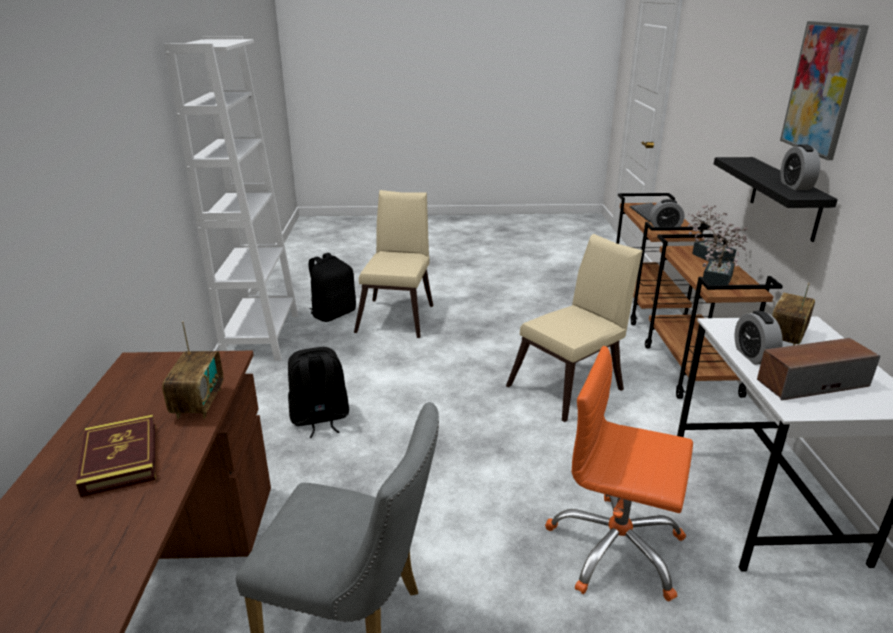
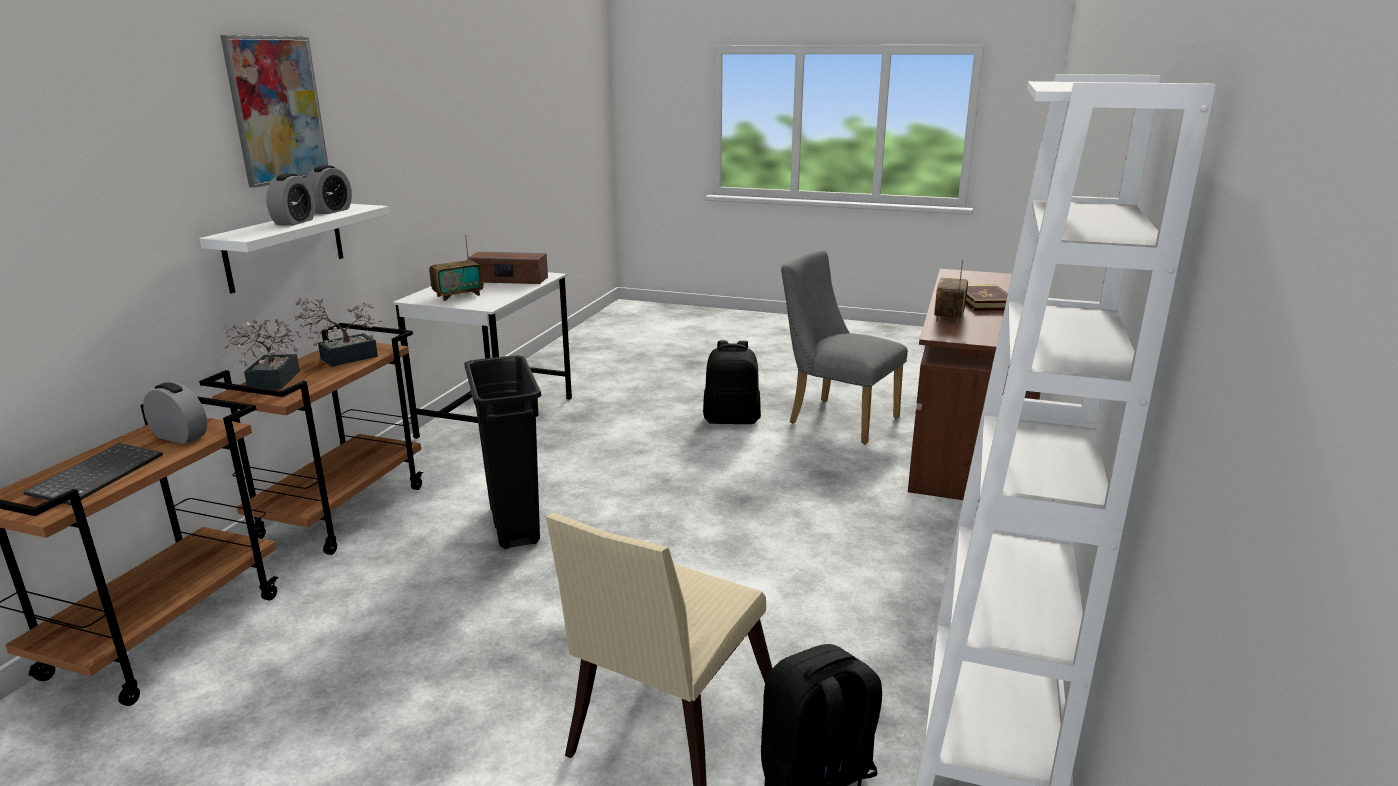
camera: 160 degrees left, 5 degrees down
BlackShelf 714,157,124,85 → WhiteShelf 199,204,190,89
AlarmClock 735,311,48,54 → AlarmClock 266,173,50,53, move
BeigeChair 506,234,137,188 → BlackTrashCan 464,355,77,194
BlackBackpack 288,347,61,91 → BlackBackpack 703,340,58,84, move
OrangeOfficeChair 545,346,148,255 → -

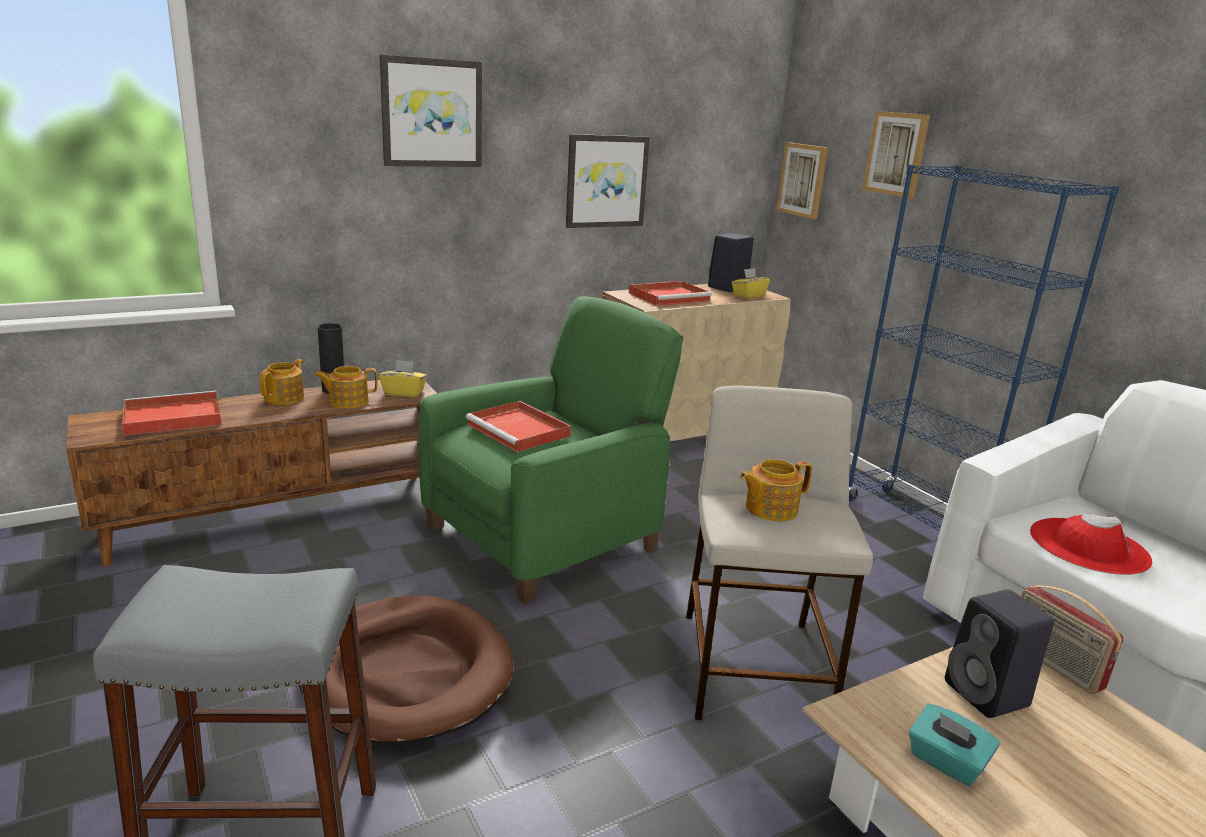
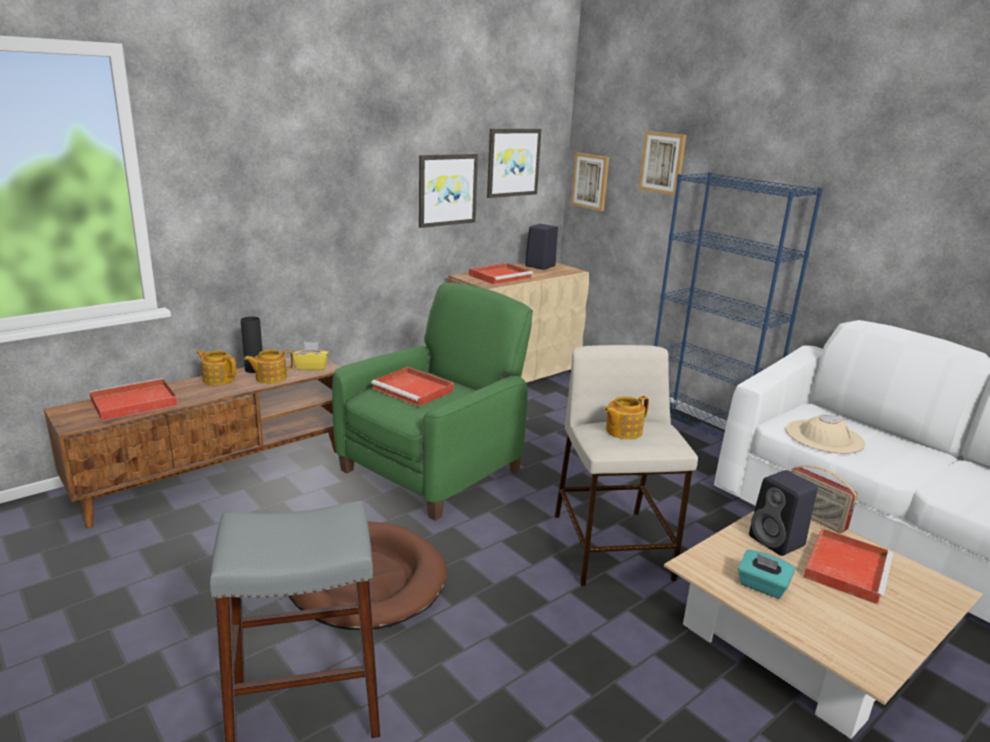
camera: 10 degrees left, 0 degrees up
Teapot 259,359,45,46 → Teapot 197,350,39,35, 75 degrees counterclockwise
Picture 380,55,102,112 → Picture 487,129,54,69, move
RedHat 1030,514,122,61 → BeigeHat 786,415,79,39
- → RedTray 803,528,90,77
YellowTissueBox 732,268,38,31 → -

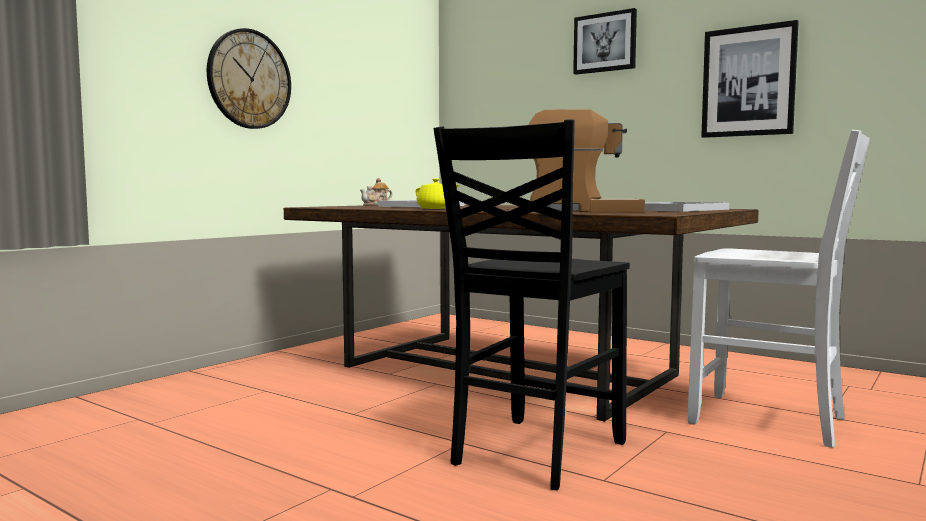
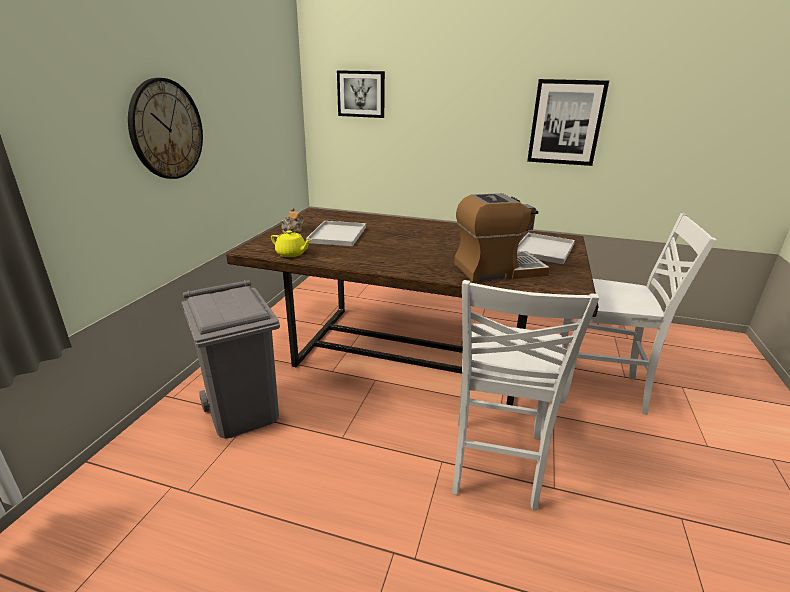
camera: 20 degrees left, 20 degrees up
- → GreyTrashCan 181,280,99,159
YellowTeapot 416,178,43,31 → YellowTeapot 271,230,40,27, move
Picture 573,8,64,67 → Picture 337,70,48,48, move
BlackChair 434,119,196,371 → WhiteChair 452,280,147,230

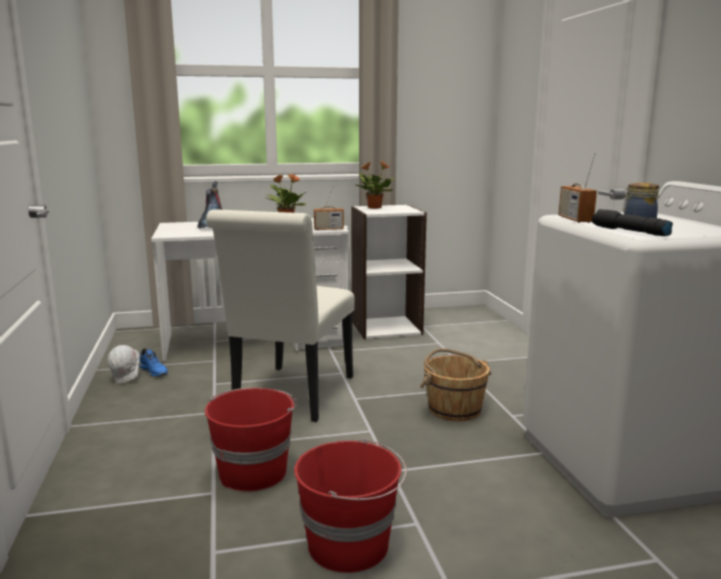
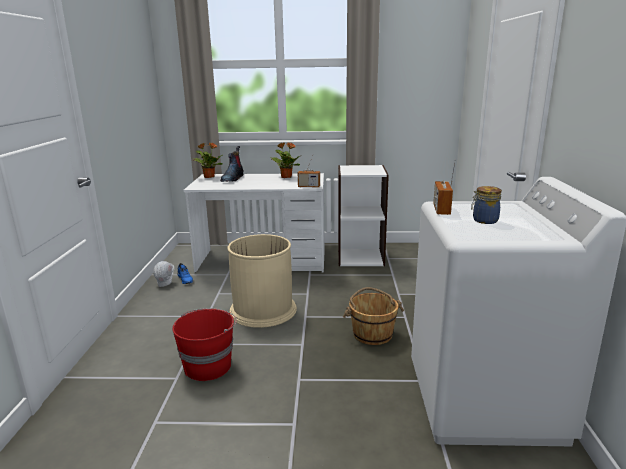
camera: 15 degrees right, 5 degrees up
PottedPlant 356,161,39,48 → PottedPlant 193,142,30,36, move
WhiteChair 206,209,149,213 → BeigeTrashCan 227,234,70,94
RedBucket 294,438,112,135 → -
BlackFlashlight 592,209,81,27 → -

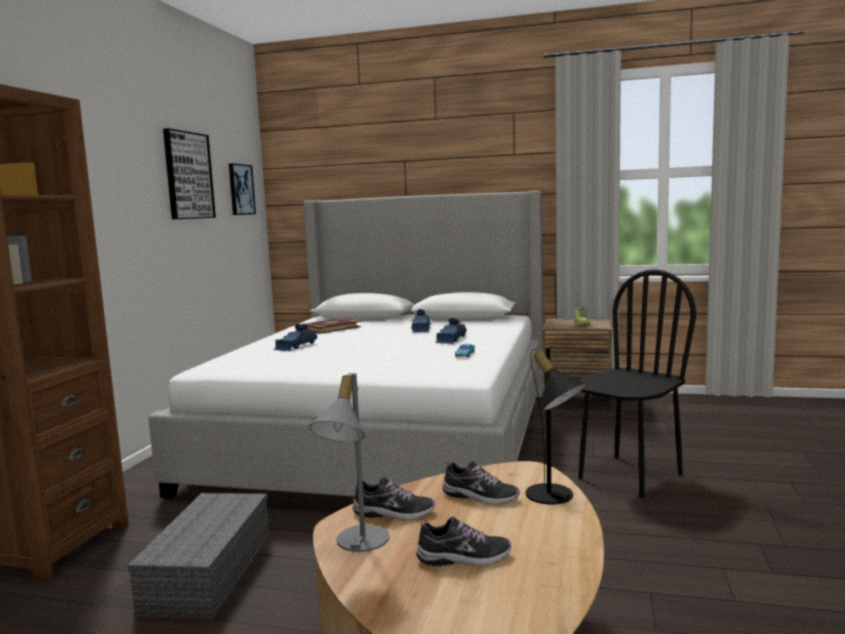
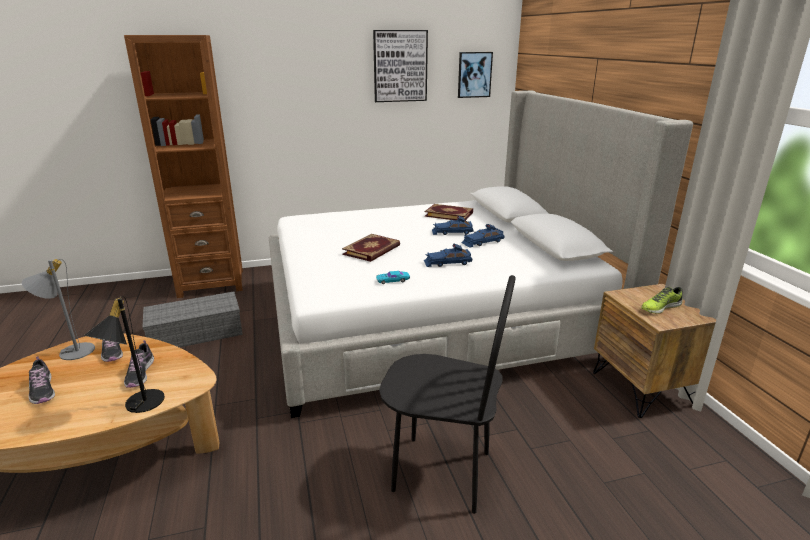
camera: 60 degrees right, 15 degrees up
- → Book 342,234,58,28
BlueToyCar 274,324,43,27 → BlueToyCar 432,216,42,19, move

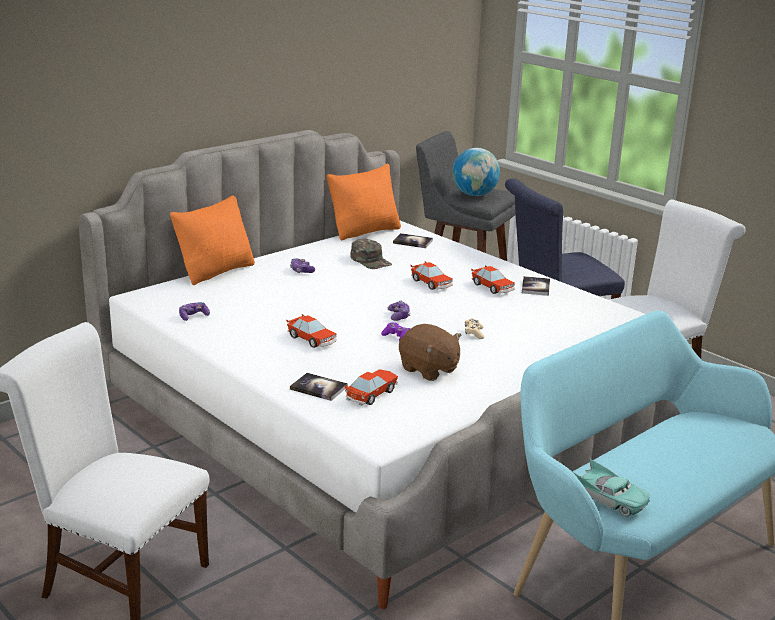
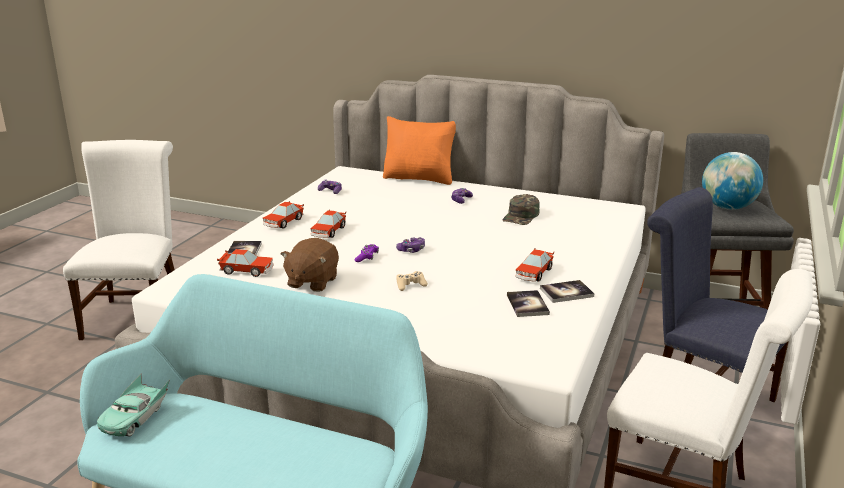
camera: 65 degrees right, 0 degrees up
ToyCar 411,262,42,28 → ToyCar 263,201,41,27, move
Book 393,233,40,15 → Book 507,290,43,27, move
OrangePillow 327,163,74,78 → -

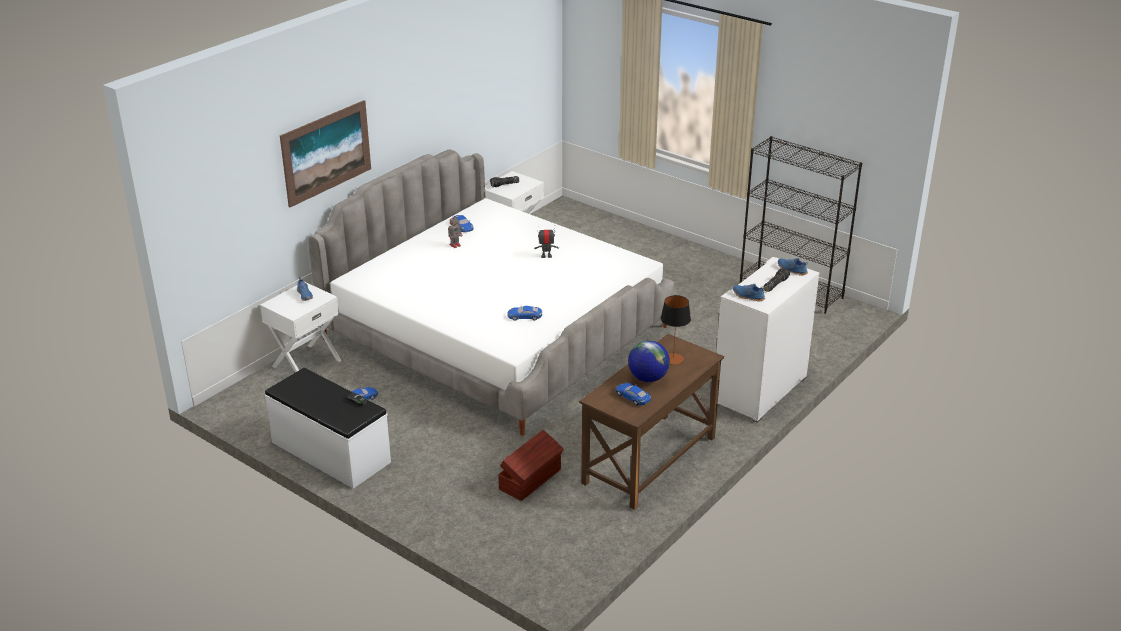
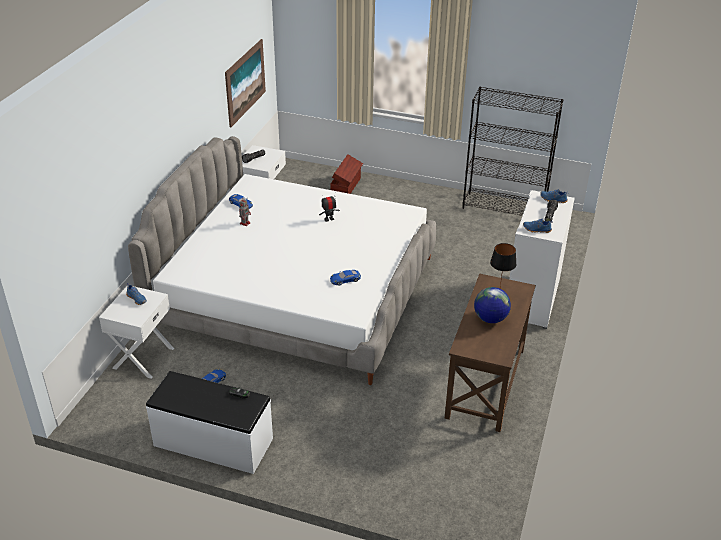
camera: 20 degrees left, 5 degrees up
Picture 280,100,91,107 → Picture 225,39,41,88, move
BrownStorageBox 498,430,66,71 → BrownStorageBox 330,154,33,40, move
BlueToyCar 615,383,36,23 → -

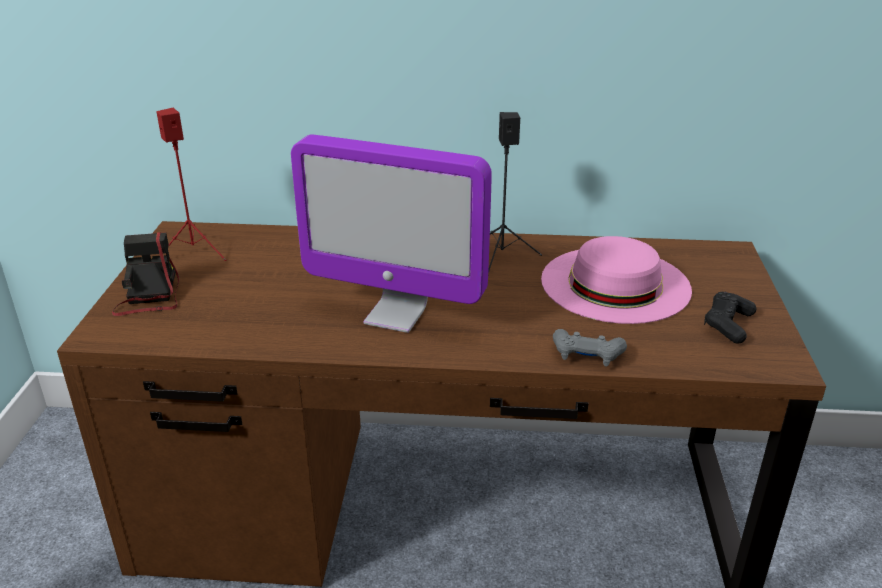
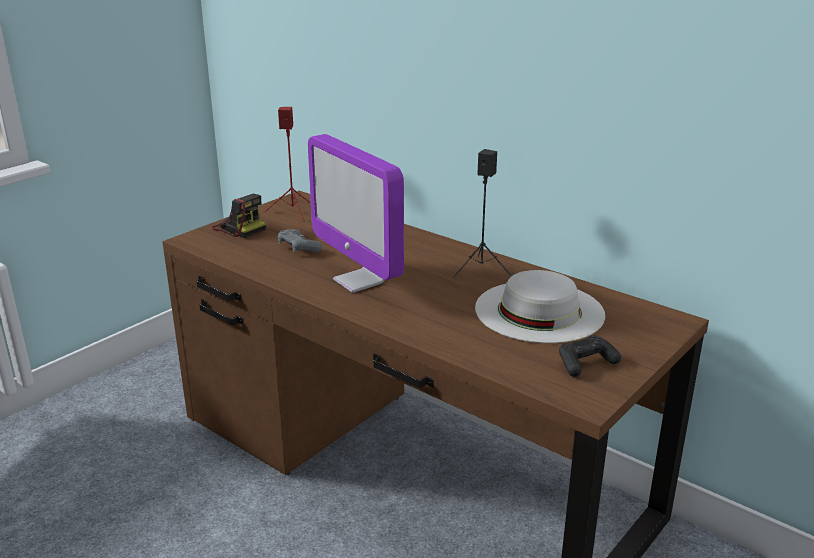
camera: 35 degrees right, 5 degrees down
PhotoCamera 112,232,67,84 → PhotoCamera 212,194,54,44, 105 degrees clockwise
GreyGameController 553,329,74,37 → GreyGameController 278,229,44,24, move
PinkHat 541,236,151,88 → WhiteHat 475,270,130,73

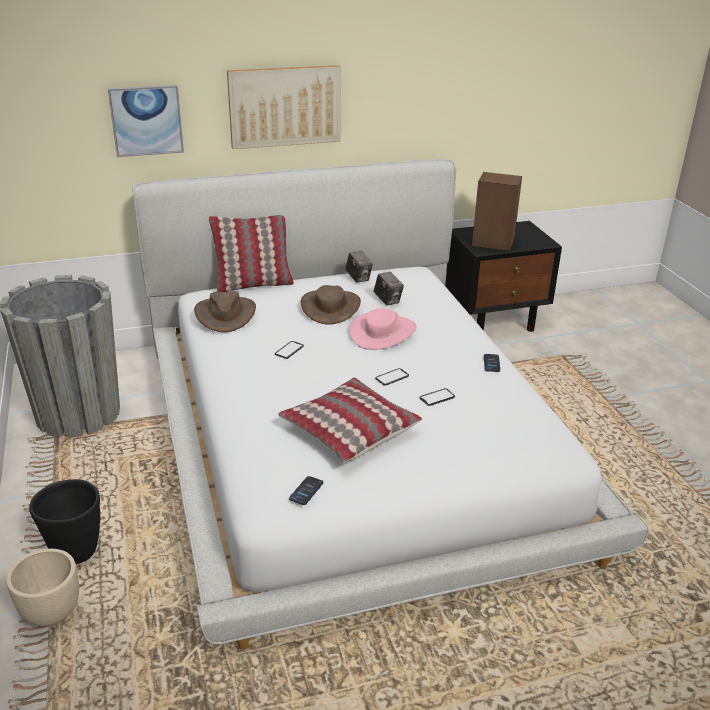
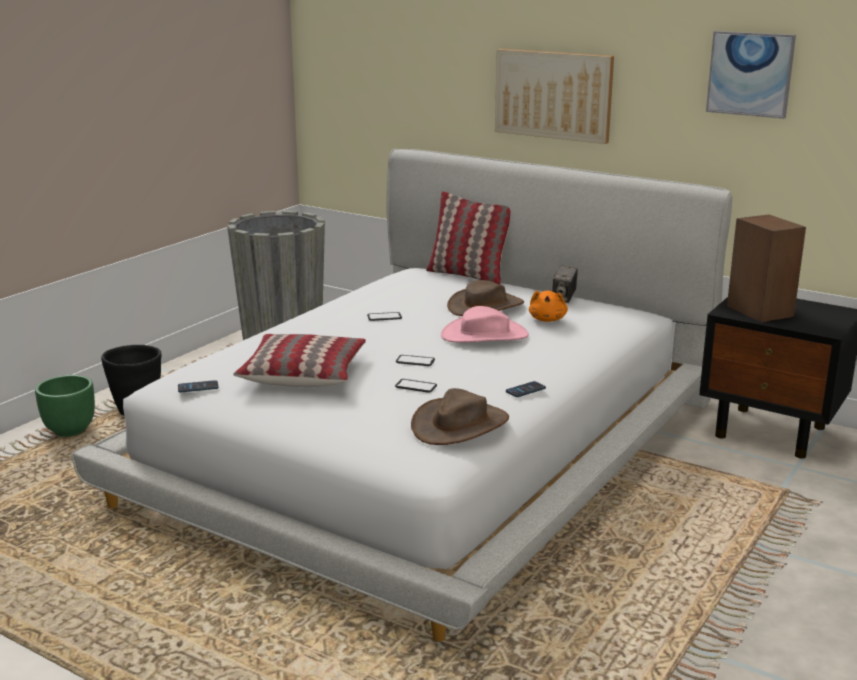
camera: 50 degrees right, 10 degrees down
BeigePlanter 6,549,73,78 → GreenPlanter 35,375,60,62
BrownHat 194,291,62,42 → BrownHat 411,388,98,57, move
PhotoCamera 374,272,30,33 → OrangePlushToy 529,291,39,31
Picture 108,85,76,72 → Picture 706,31,90,88, move

